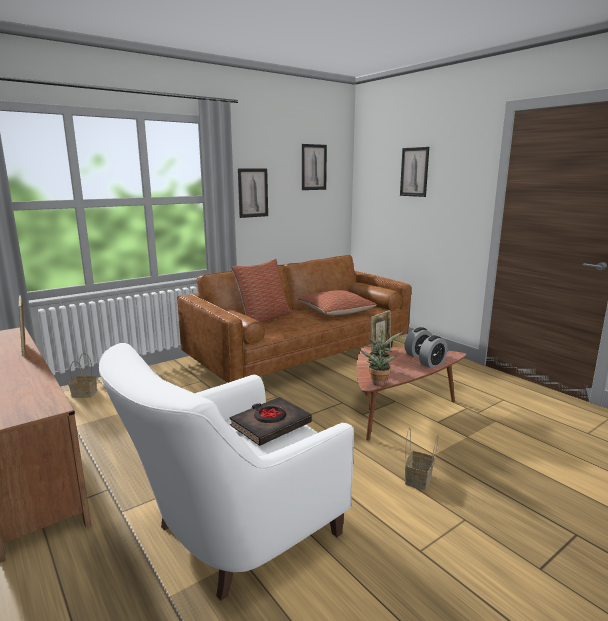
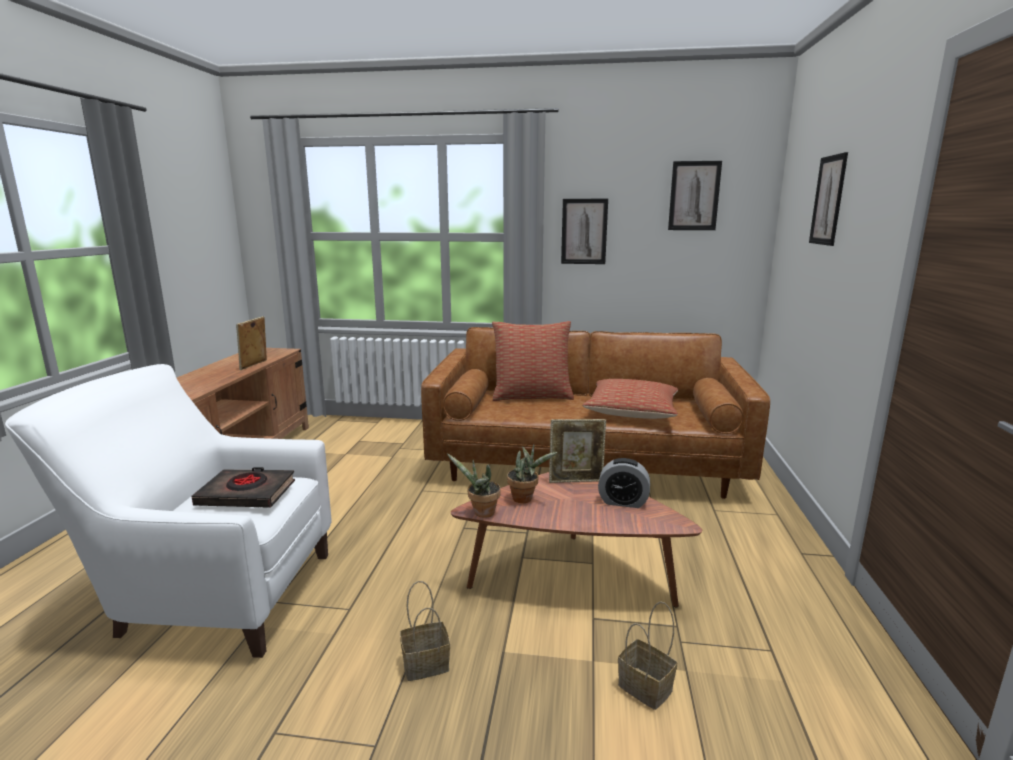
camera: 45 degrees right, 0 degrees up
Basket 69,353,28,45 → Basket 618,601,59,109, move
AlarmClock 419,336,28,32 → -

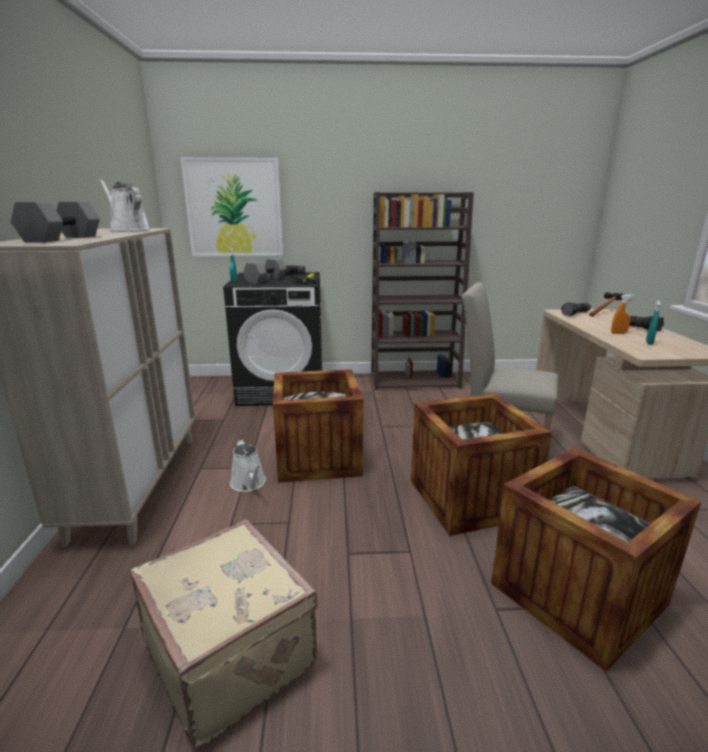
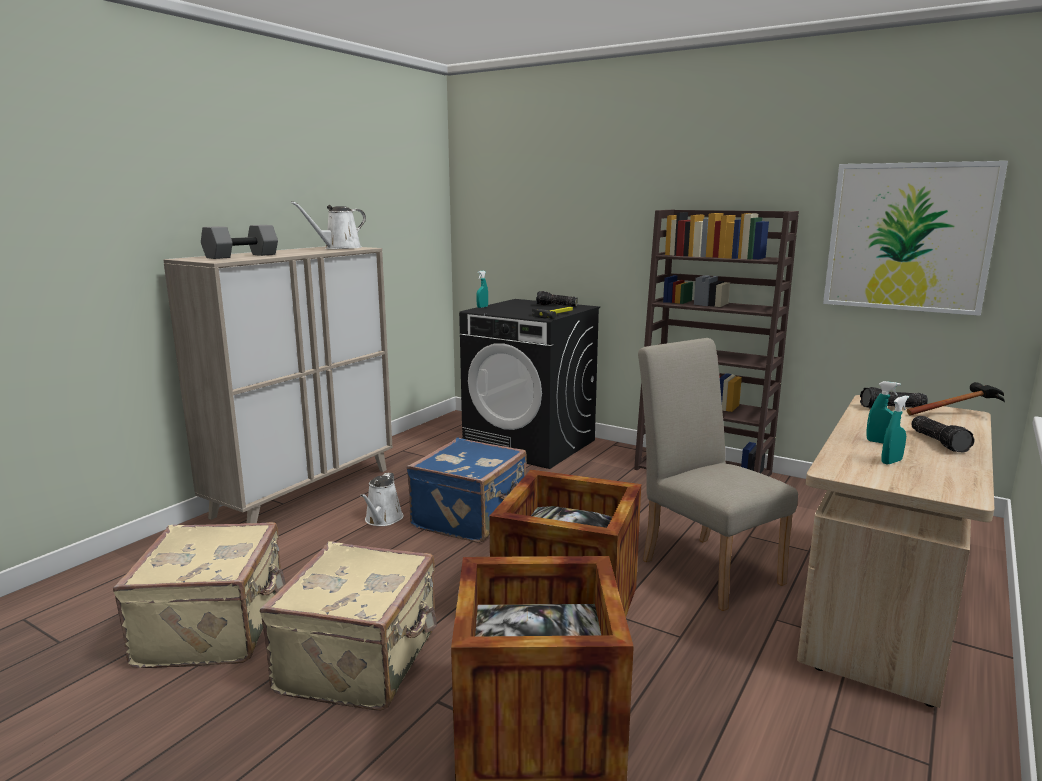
camera: 35 degrees right, 5 degrees down
- → BeigeSuitcase 260,541,177,170
WhiteWateringCan 99,179,51,51 → WhiteWateringCan 291,201,75,48, 120 degrees counterclockwise
Crate 273,369,90,114 → BlueSuitcase 407,438,120,105
Picture 180,157,103,99 → Picture 823,161,185,155, move
OrangeSprayBottle 611,294,23,40 → TurquoiseSprayBottle 867,381,34,62
GreyDumbbell 243,258,43,26 → -

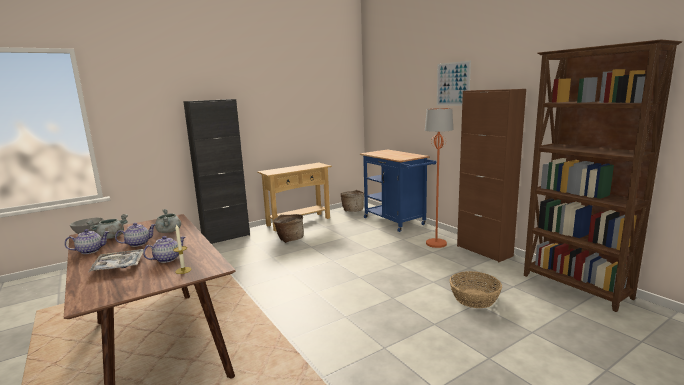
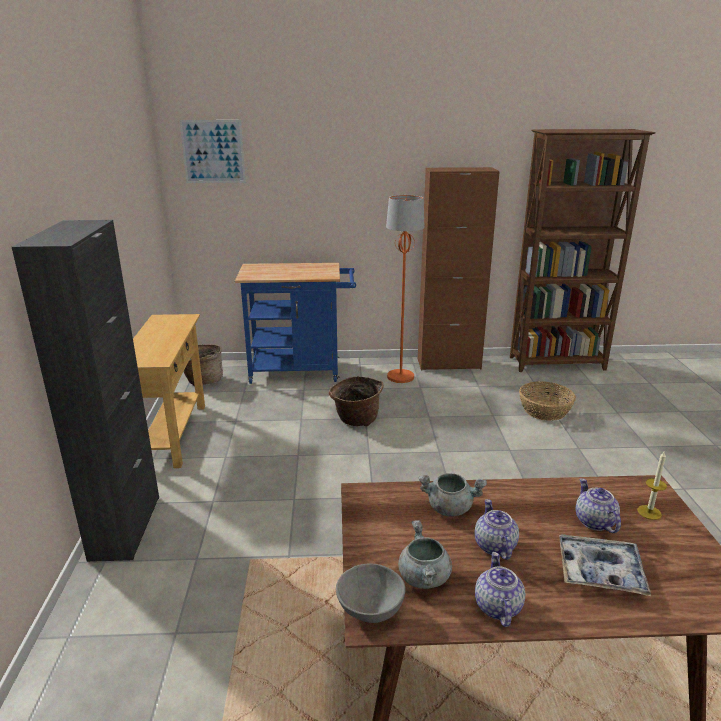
camera: 60 degrees left, 10 degrees up
Picture 437,60,34,46 → Picture 179,120,67,63, move
Basket 273,214,31,29 → Basket 329,376,55,50, move

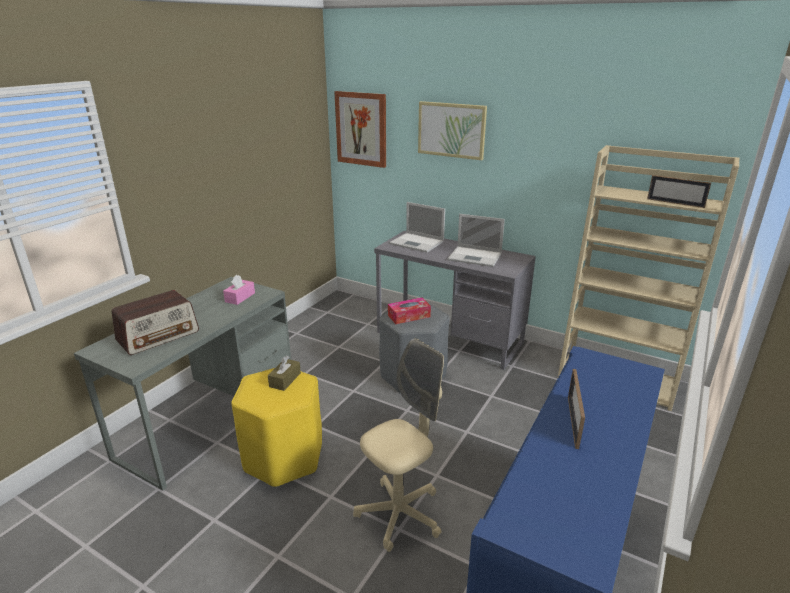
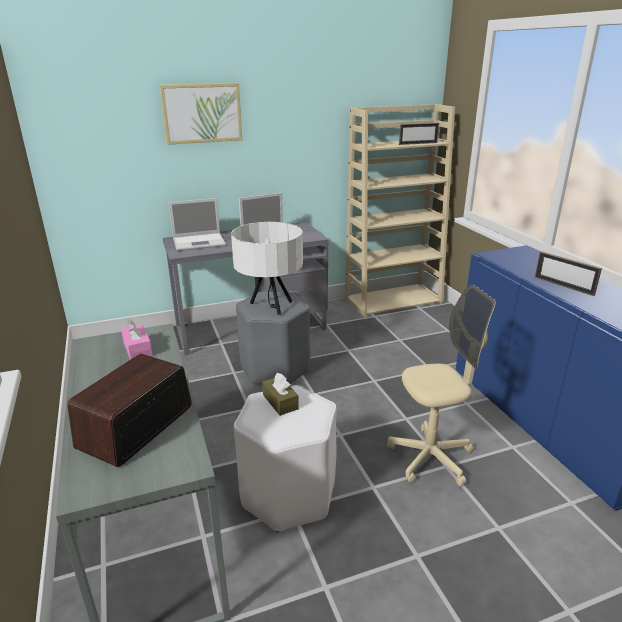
camera: 50 degrees left, 0 degrees up
Radio 112,290,87,65 → Radio 67,354,124,113, 150 degrees counterclockwise
TissueBox 388,298,43,26 → WhiteTableLamp 231,222,72,93
YellowStool 231,368,91,119 → WhiteStool 234,385,103,148
BeigeOfficeChair 353,338,91,214 → BeigeOfficeChair 387,285,109,202, 75 degrees clockwise
Picture 334,91,52,77 → -

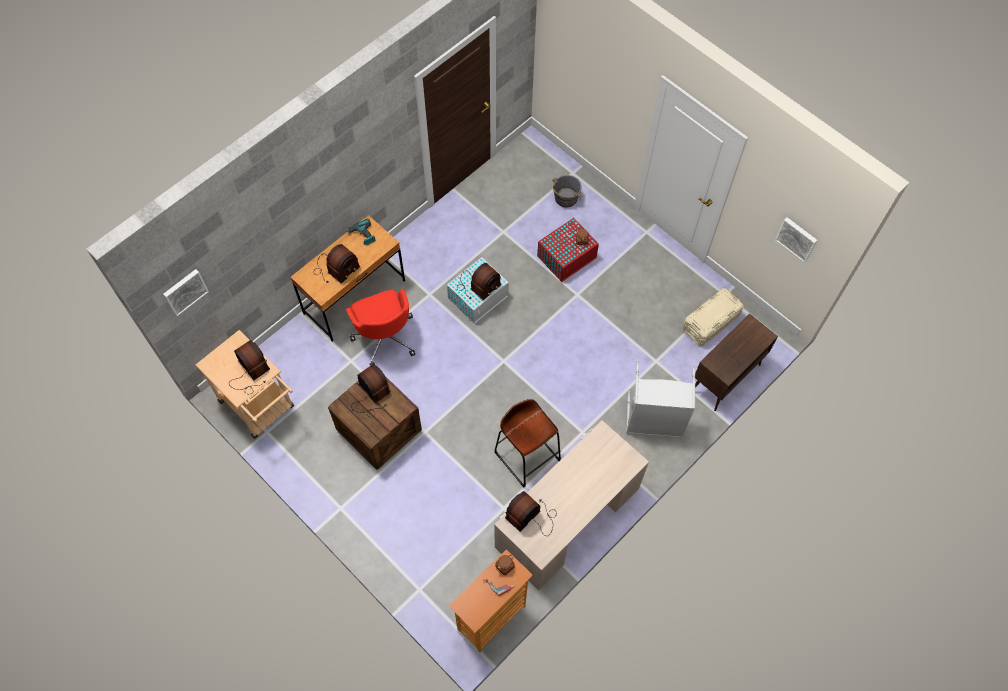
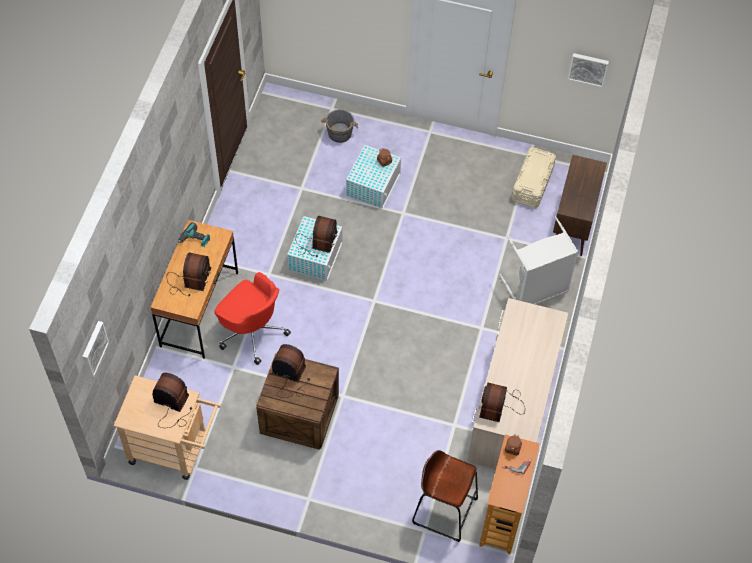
camera: 30 degrees left, 5 degrees down
RedStorageBox 537,218,62,64 → WhiteStorageBox 346,145,55,64
BrownStool 495,399,66,89 → BrownStool 412,450,66,92, move

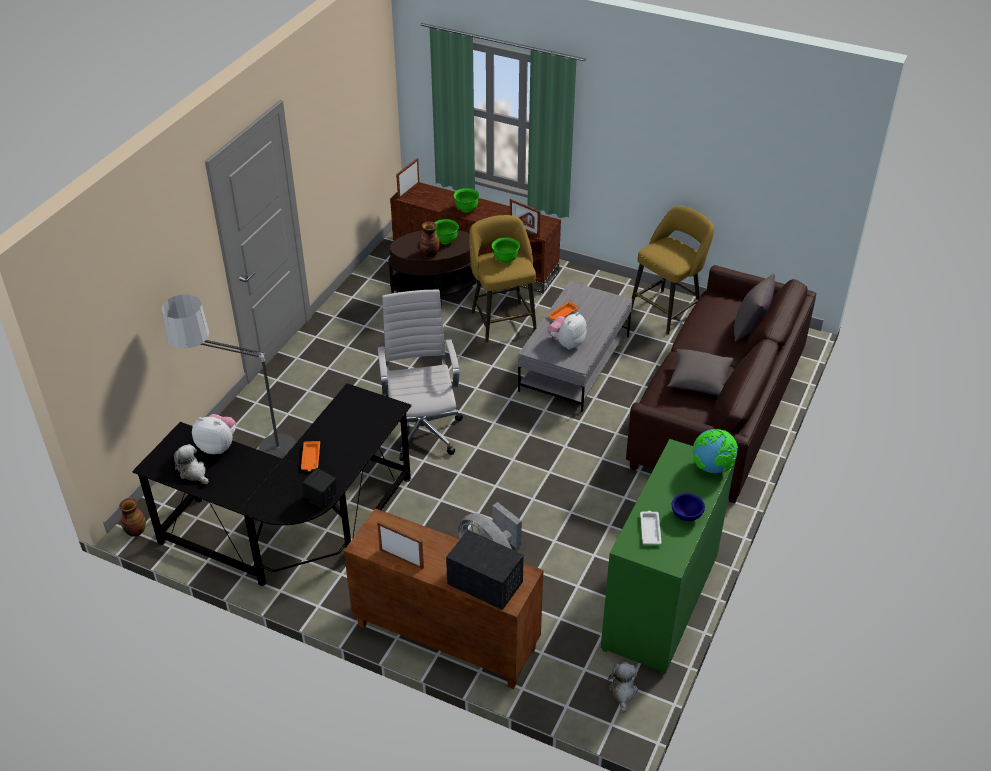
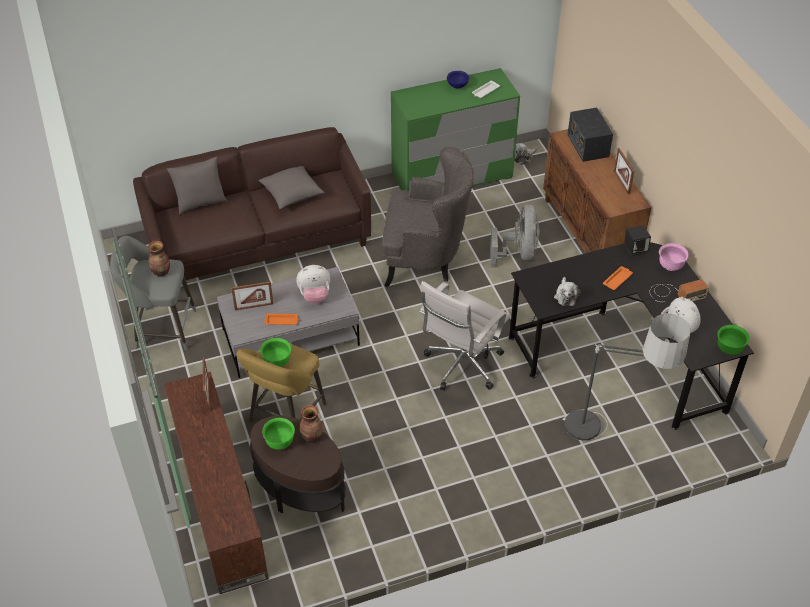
camera: 135 degrees left, 5 degrees up
YellowStool 631,206,83,129 → GreyStool 110,236,87,114
Vase 119,498,27,39 → Vase 148,241,22,36, move
PictureFrame 396,158,23,41 → PictureFrame 231,281,42,29, move
- → GreyArmchair 382,147,92,140
PlushToy 174,444,35,40 → PlushToy 554,277,27,29, move
- → Radio 650,279,59,23
- → PinkBowl 659,243,30,28
GreenBowl 454,188,26,25 → GreenBowl 717,325,33,30, move
Globe 693,429,45,44 → -

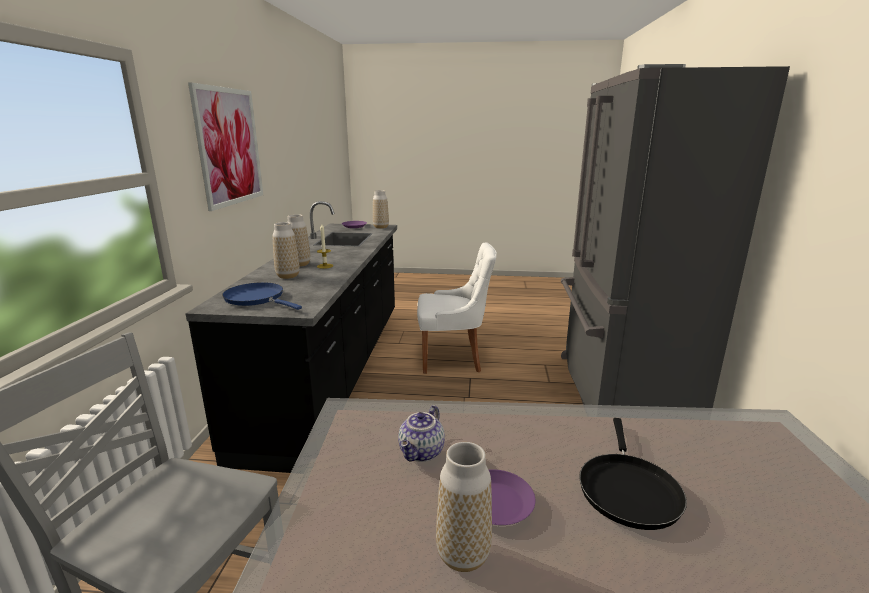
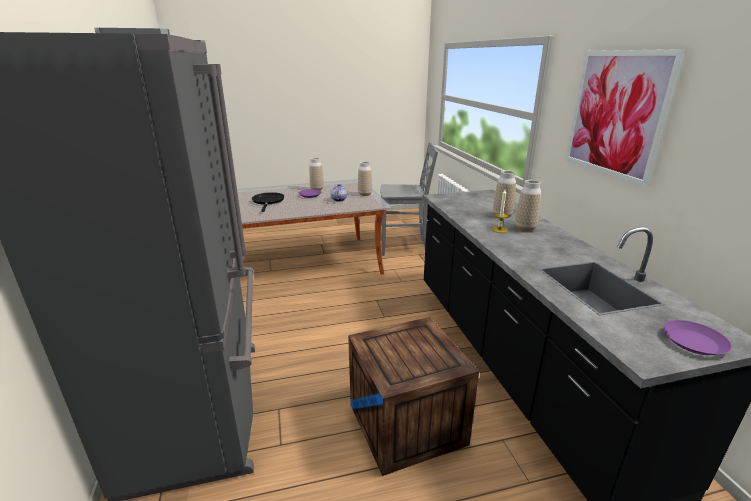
camera: 160 degrees right, 5 degrees up
WhiteChair 417,243,80,131 → Crate 348,317,131,159
Vase 373,190,16,39 → Vase 358,161,14,35, move
BlueFryingPan 222,282,80,28 → -

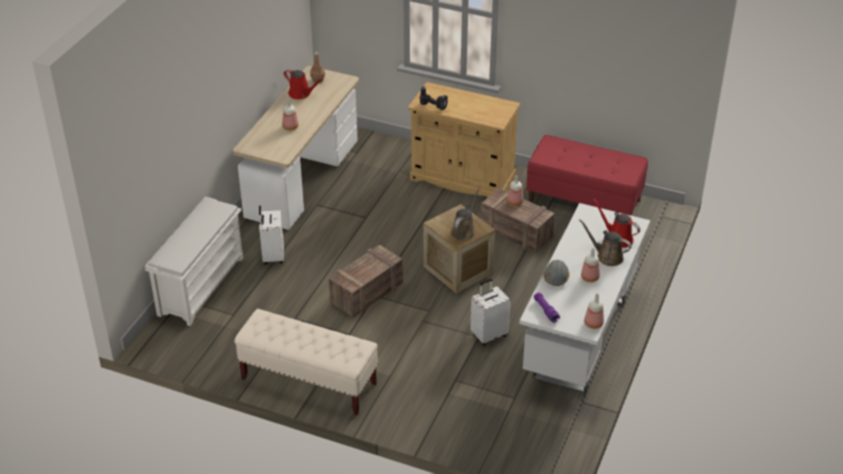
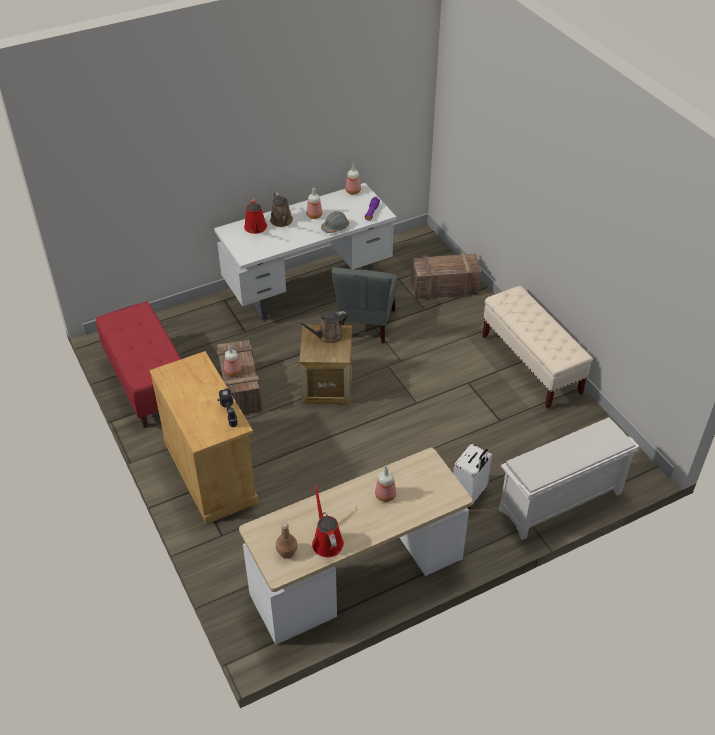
camera: 140 degrees left, 5 degrees up
WhiteSuitcase 470,279,41,67 → GreyChair 332,268,65,75
Crate 329,244,74,74 → Crate 412,253,69,47, move

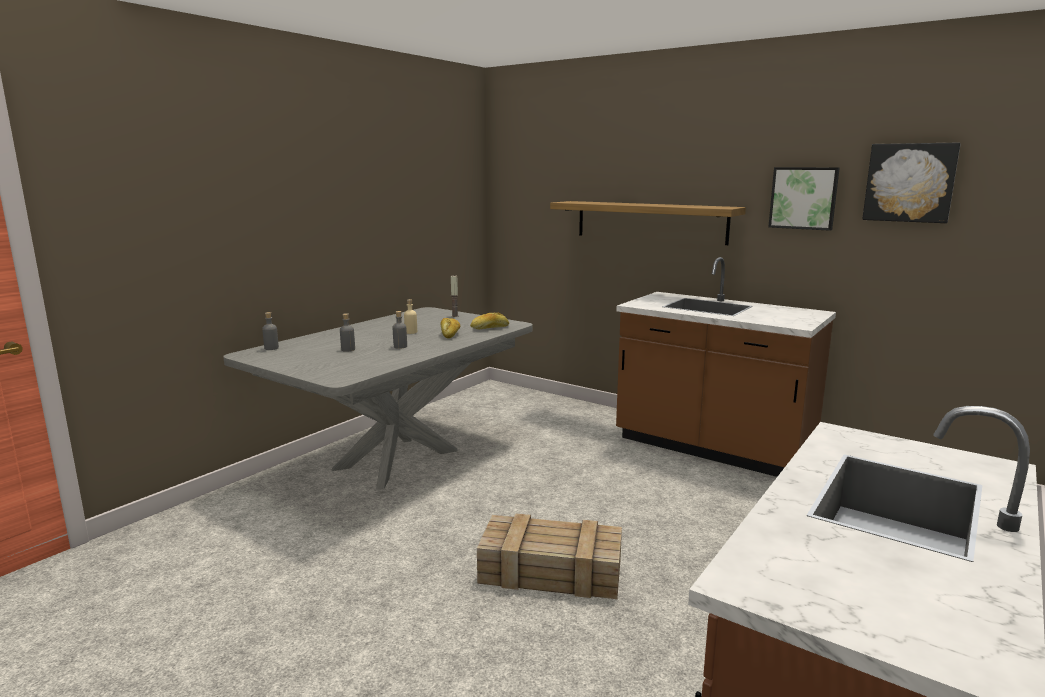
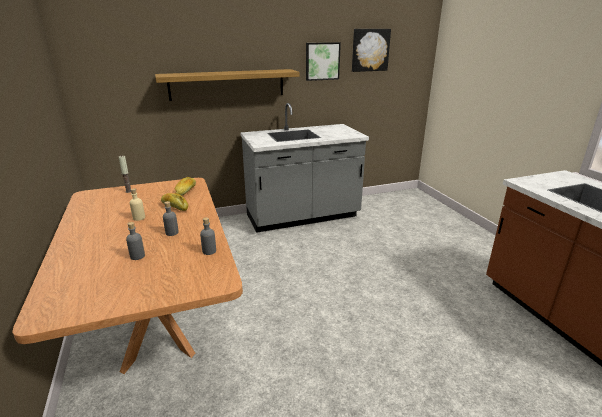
camera: 55 degrees left, 10 degrees up
GreyDiningTable 223,307,310,183 → BrownDiningTable 12,178,231,196
GreyBottle 262,312,17,38 → GreyBottle 200,217,16,38, move
BrownCounter 616,257,220,220 → GreyCounter 240,103,129,130
Crate 477,513,145,86 → -

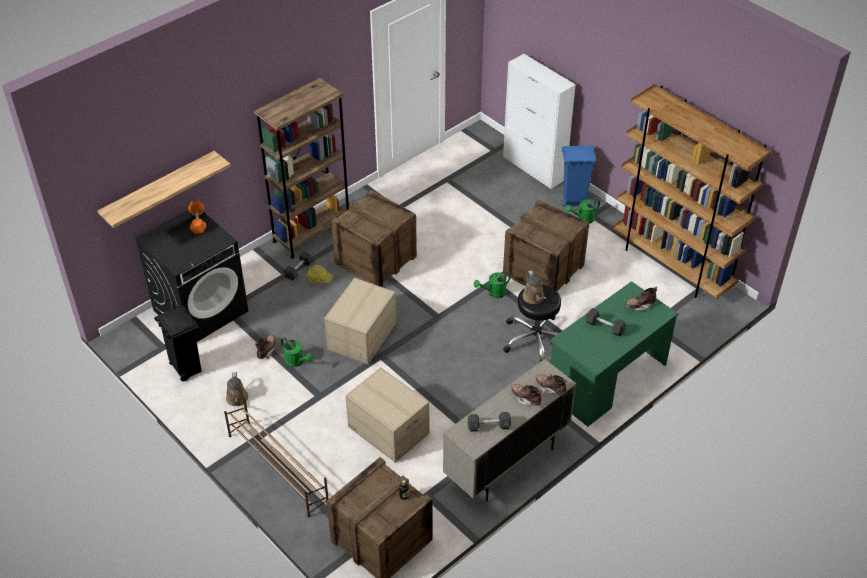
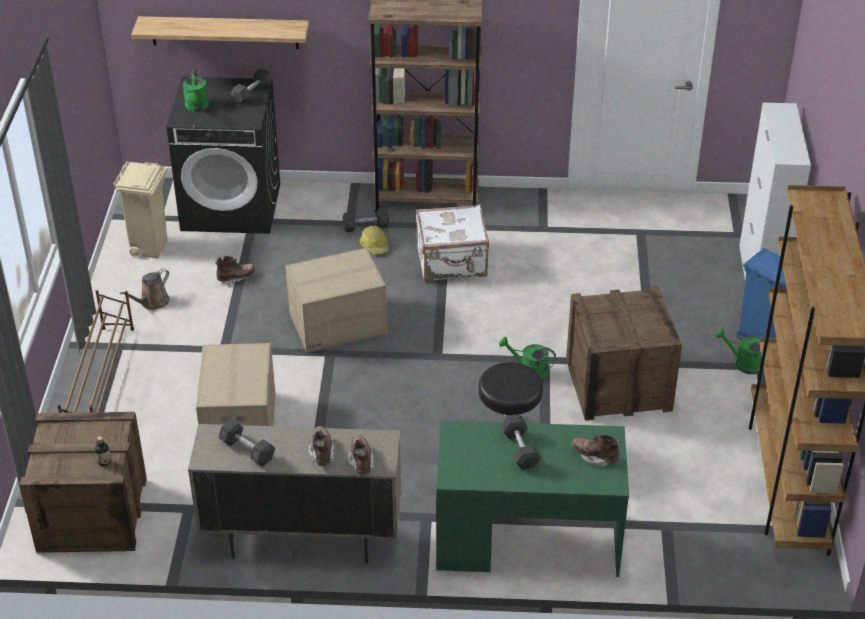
camera: 45 degrees right, 5 degrees down
BlackTrashCan 154,305,47,76 → BeigeTrashCan 113,161,54,97
GreenWateringCan 281,337,32,30 → GreenWateringCan 183,70,26,42, move
OrangeDumbbell 188,201,18,33 → GreyDumbbell 231,68,42,37
Crate 331,190,86,97 → WhiteSuitcase 416,205,73,76
BrownWateringCan 522,271,25,33 → -

